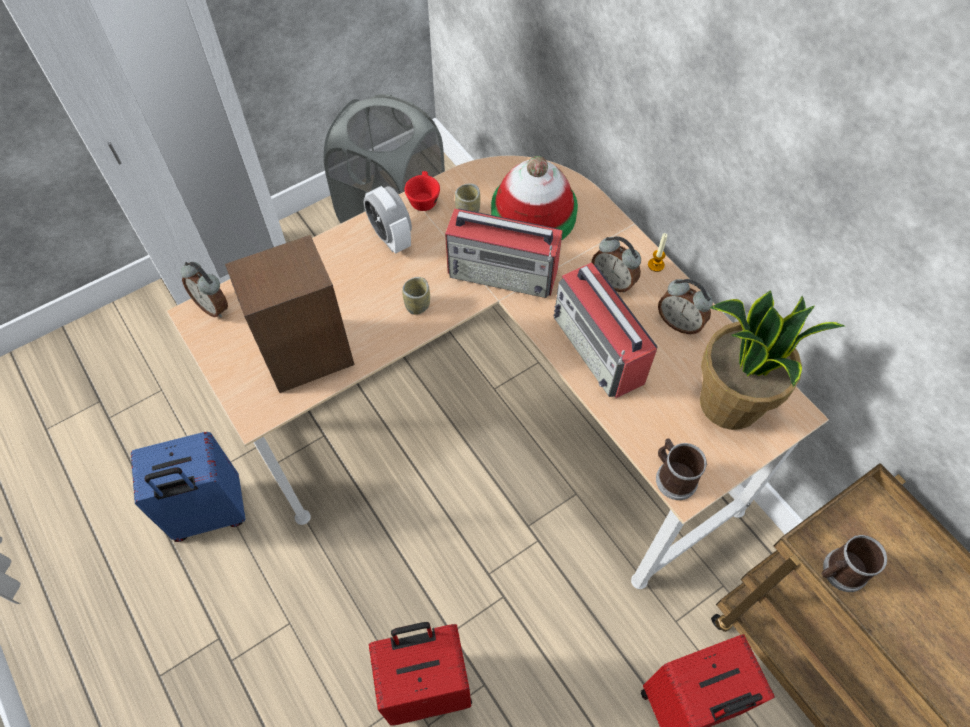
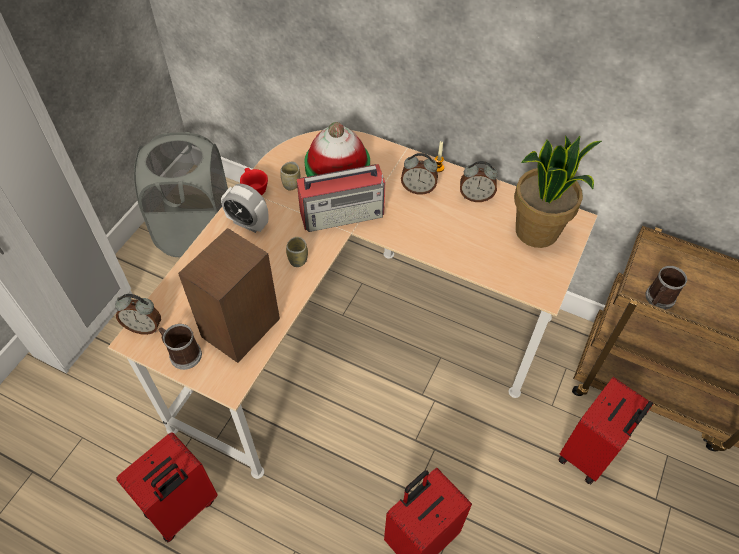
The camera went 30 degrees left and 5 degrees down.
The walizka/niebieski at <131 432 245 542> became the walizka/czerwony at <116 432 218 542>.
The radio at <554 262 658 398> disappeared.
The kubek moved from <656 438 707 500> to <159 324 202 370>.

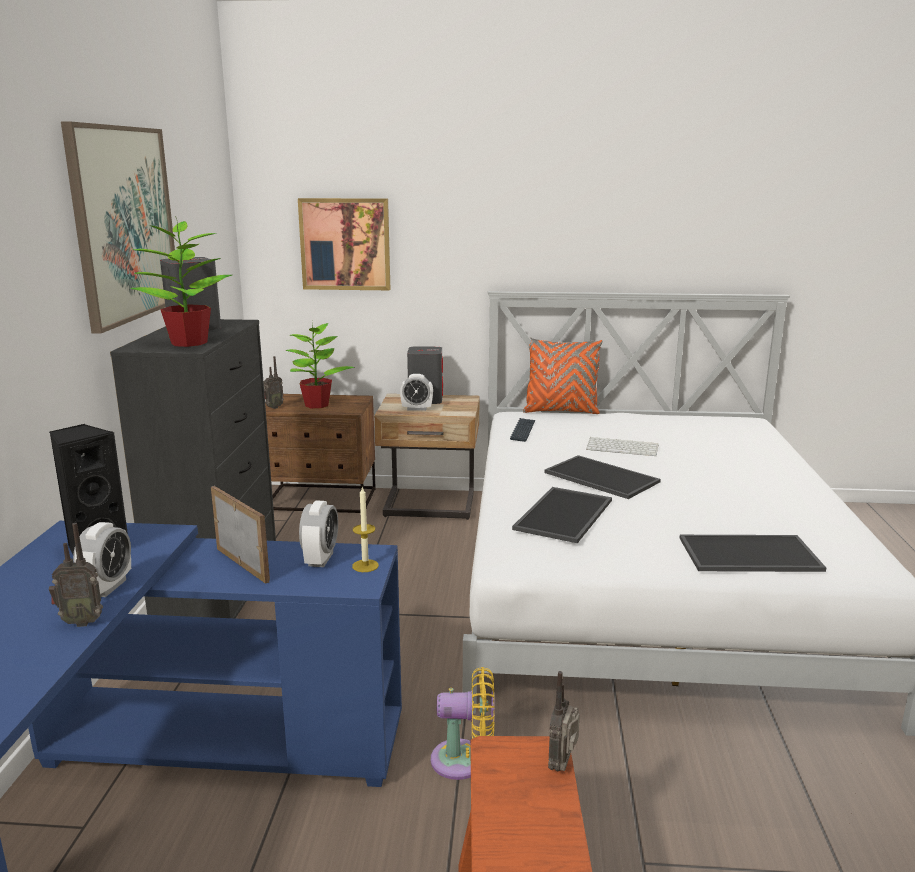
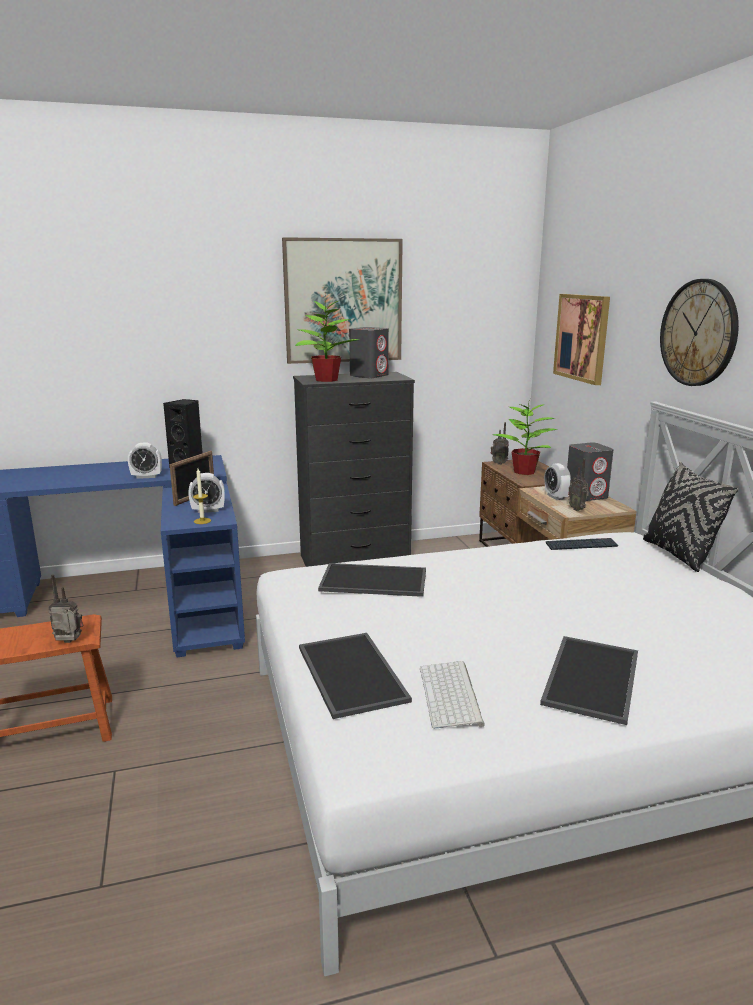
The camera went 70 degrees right and 0 degrees up.
The radio moved from <49 523 103 627> to <568 459 589 511>.
The wentylator/żółty at <431 667 495 780> disappeared.
The poduszka/pomarańczowy at <523 337 603 414> became the poduszka/czarny at <643 462 739 572>.
The taca moved from <544 455 661 499> to <540 636 638 725>.
The klawiatura moved from <586 437 659 456> to <420 661 485 729>.
The zegar ścienny at <660 279 739 386> appeared.

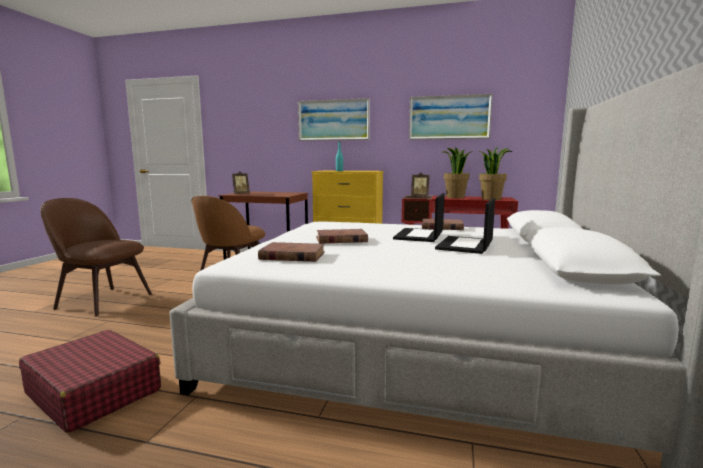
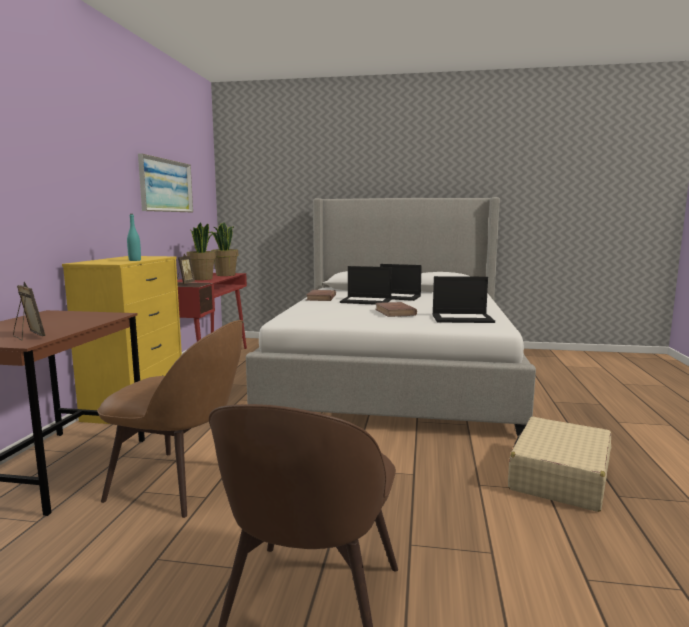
The camera went 95 degrees left and 0 degrees up.
The walizka/czerwony at <19 330 161 433> became the walizka/beżowy at <508 417 611 512>.
The książka/brązowy at <258 242 325 262> was replaced by the laptop at <432 276 495 323>.
The obraz at <298 98 370 141> disappeared.

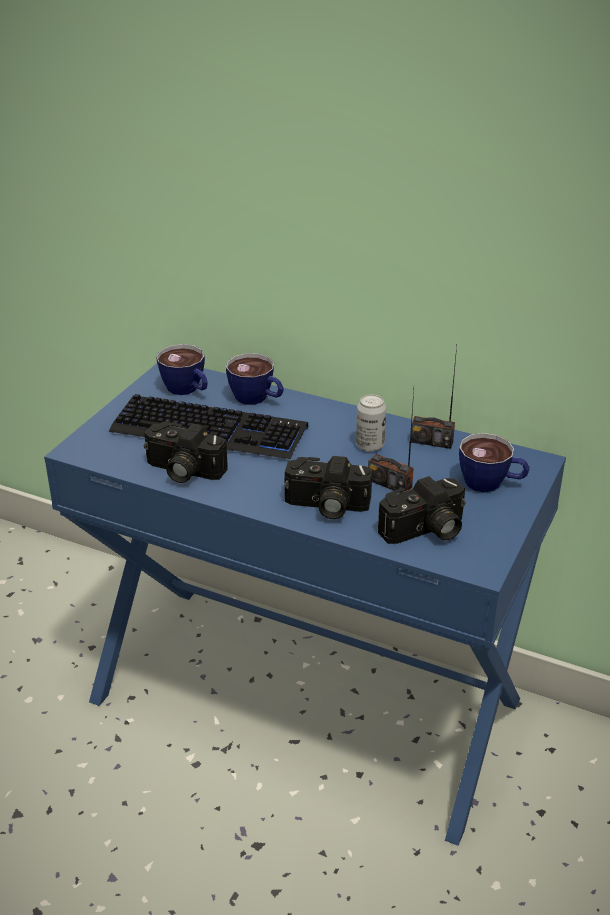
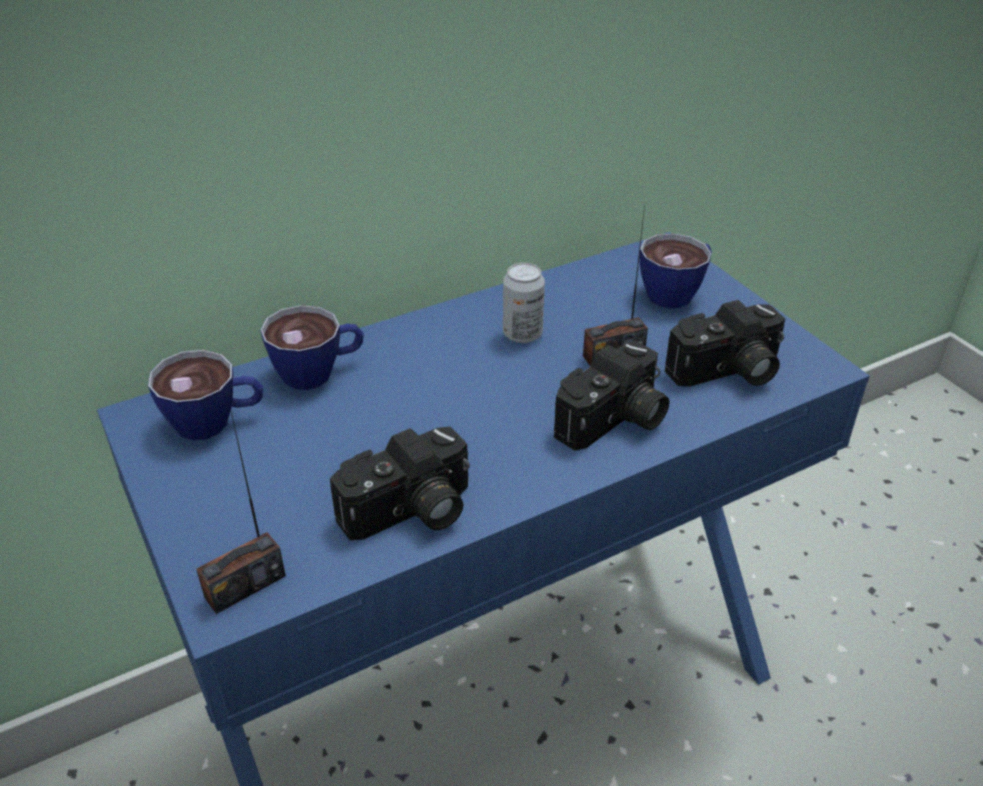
The camera went 55 degrees left and 5 degrees up.
The klawiatura at <109 394 308 459> disappeared.
The aparat fotograficzny at <378 476 466 544> turned 60 degrees clockwise.
The radio moved from <411 346 457 449> to <196 412 286 614>.

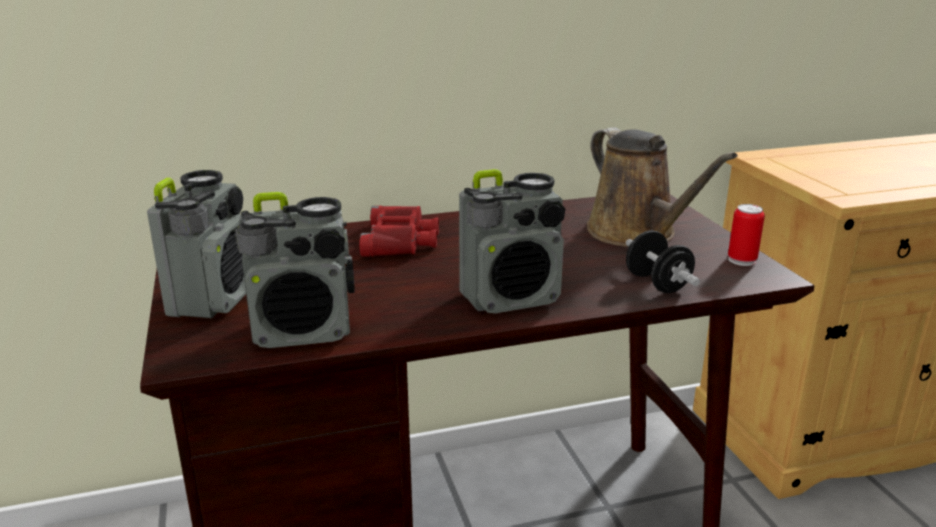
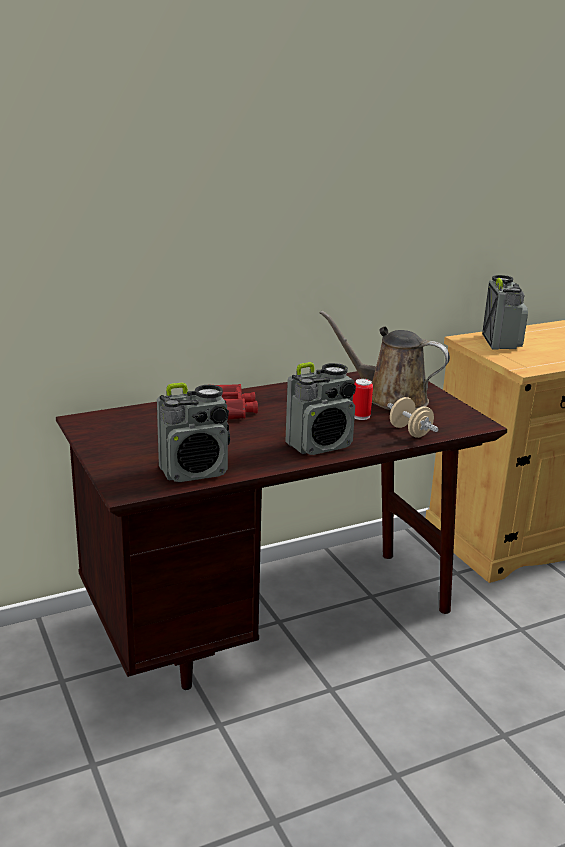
The camera went 10 degrees left and 0 degrees up.
The radio moved from <147 170 246 318> to <482 275 528 350>.
The konewka/brązowy at <587 127 737 247> turned 150 degrees clockwise.
The hantel/czarny at <626 230 700 293> became the hantel/beżowy at <387 397 439 438>.
The puszka moved from <728 204 765 266> to <353 379 373 420>.

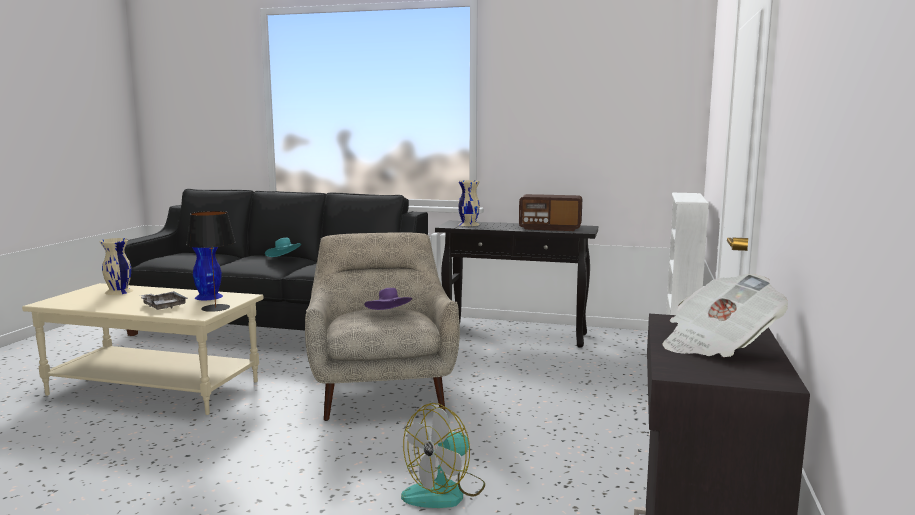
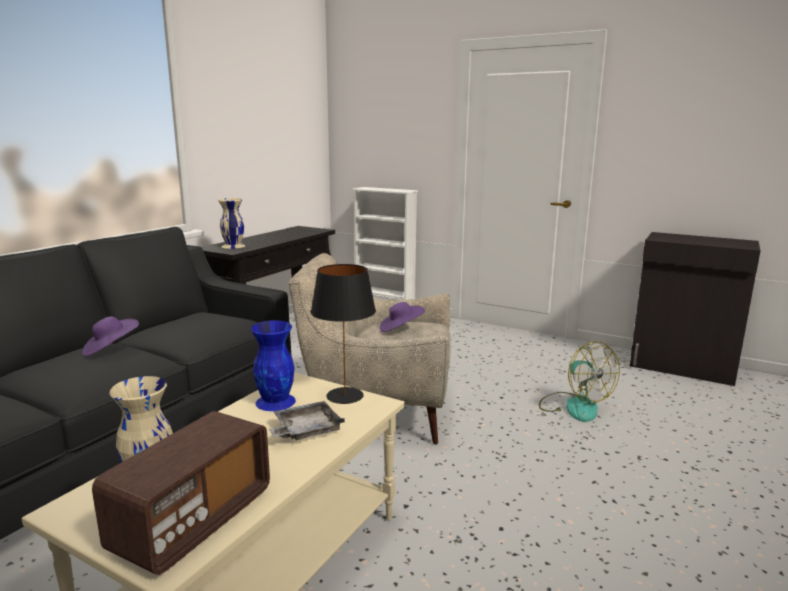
The camera went 75 degrees left and 5 degrees up.
The kapelusz/turkusowy at <265 238 301 257> became the kapelusz/fioletowy at <82 316 139 356>.
The radio moved from <519 194 582 231> to <92 411 270 575>.
The gazeta at <662 274 788 357> disappeared.

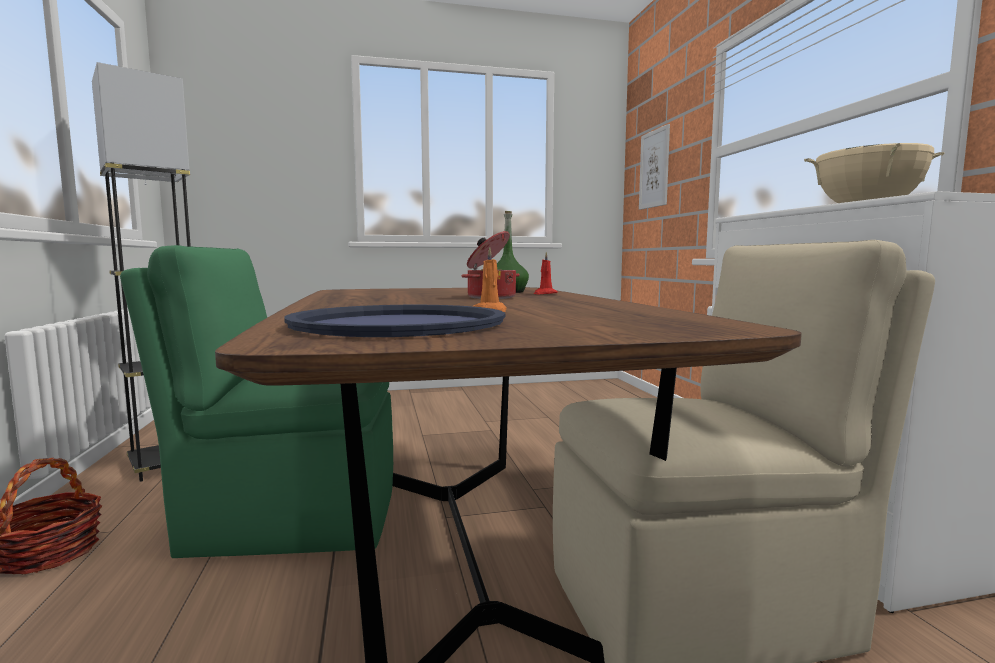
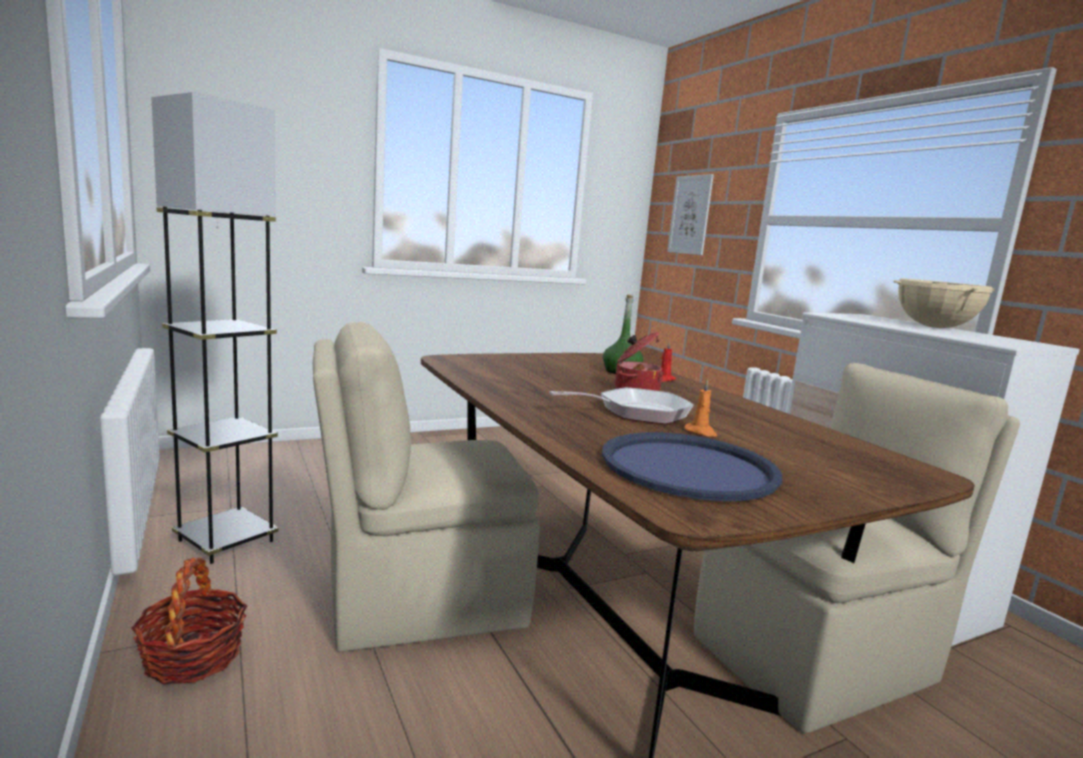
The camera went 15 degrees left and 5 degrees up.
The krzesło/zielony at <120 245 393 558> became the krzesło/beżowy at <313 322 540 652>.
The patelnia at <549 387 694 424> appeared.

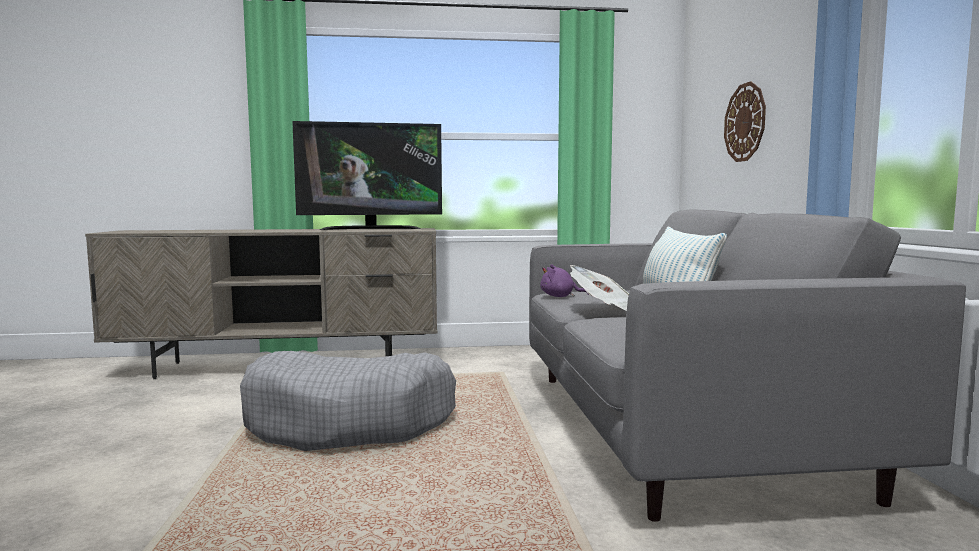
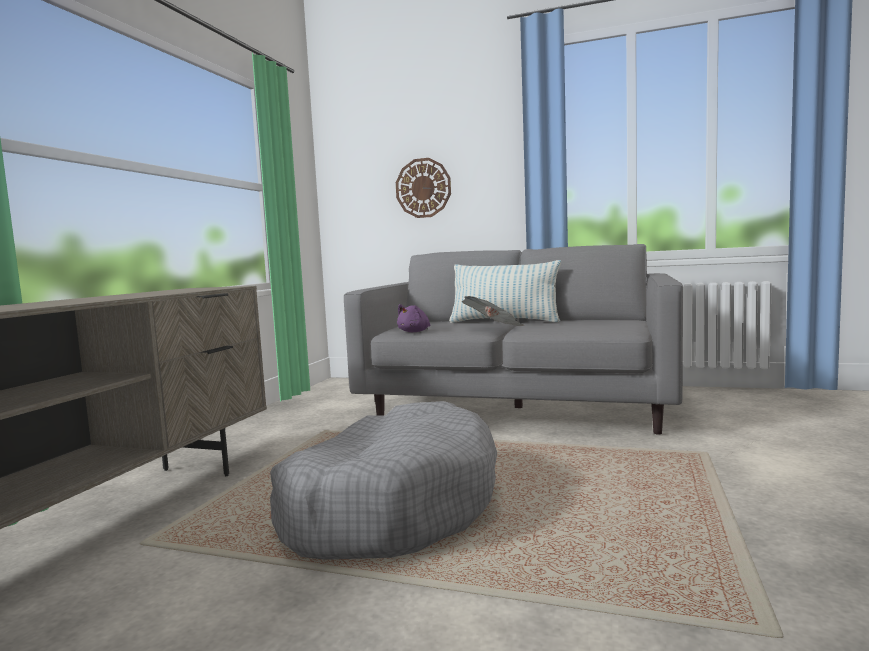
The camera went 65 degrees left and 0 degrees up.
The telewizor at <292 121 442 230> disappeared.

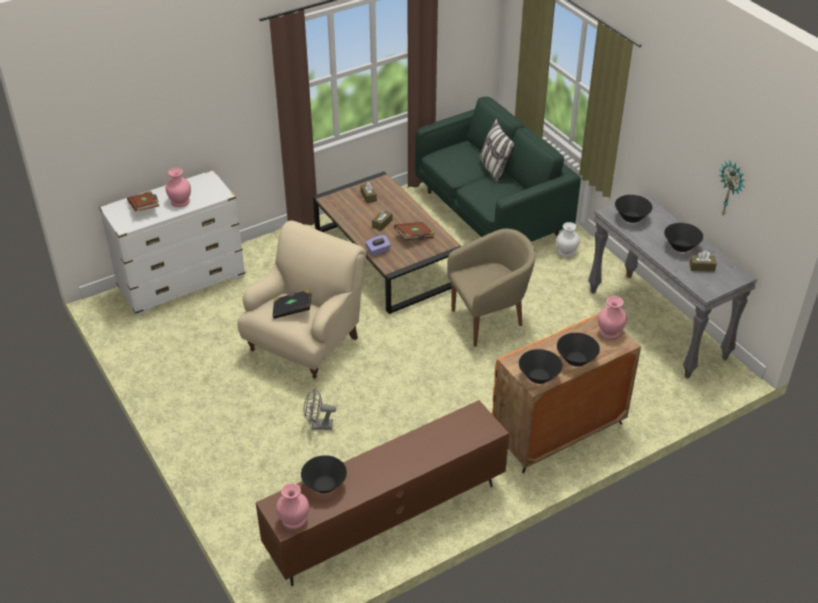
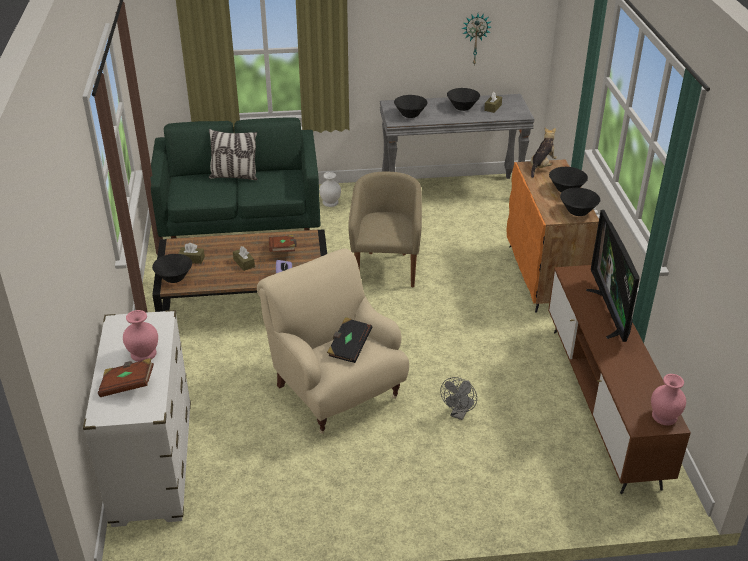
The camera went 65 degrees left and 5 degrees down.
The miska/czarny moved from <301 455 347 493> to <152 254 192 283>.
The wazon/różowy at <598 296 627 340> was replaced by the pluszak at <531 128 557 178>.
The telewizor at <586 210 640 342> appeared.

